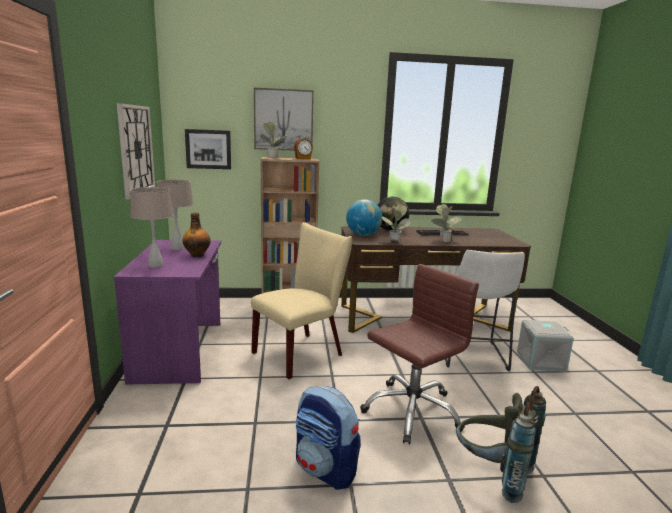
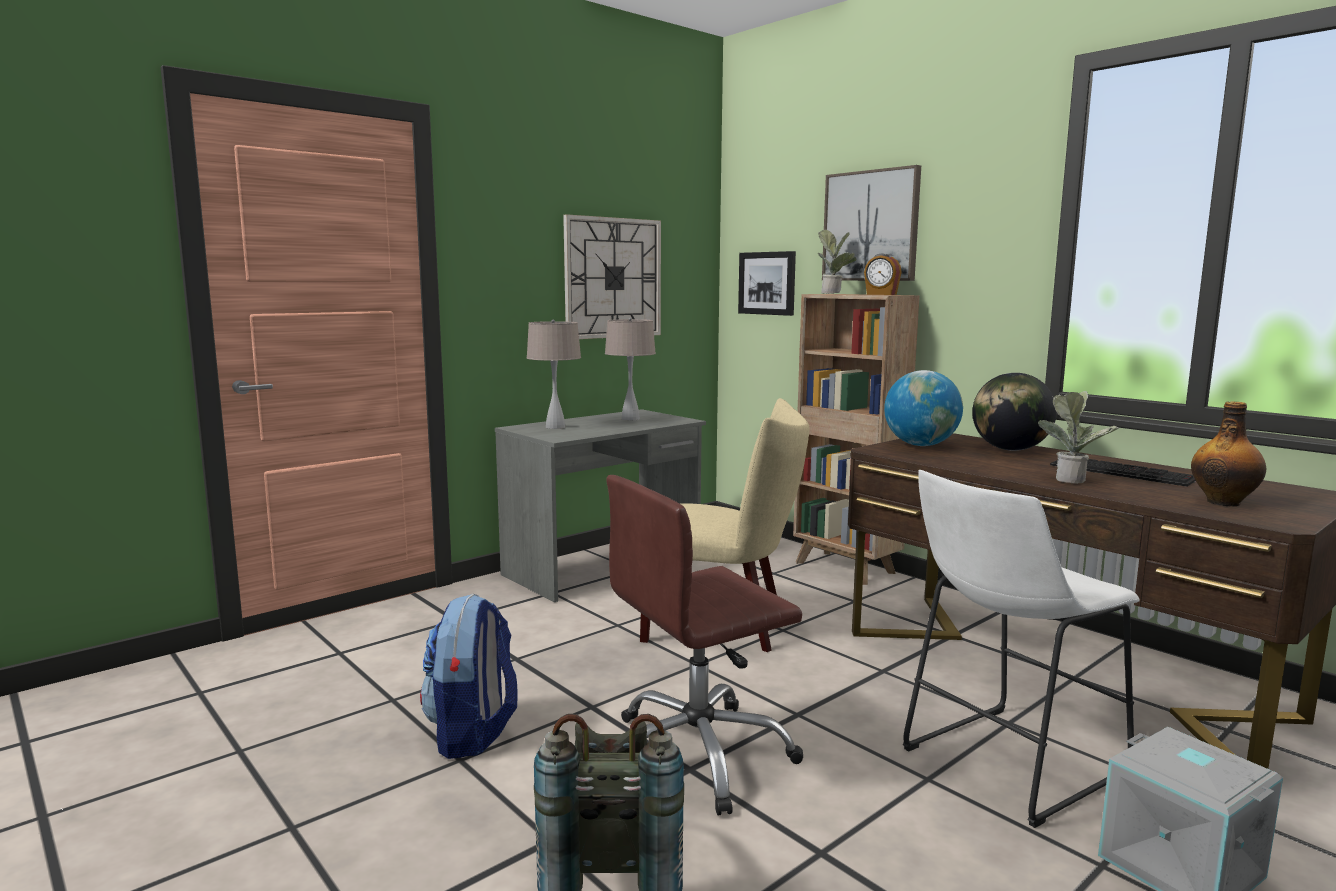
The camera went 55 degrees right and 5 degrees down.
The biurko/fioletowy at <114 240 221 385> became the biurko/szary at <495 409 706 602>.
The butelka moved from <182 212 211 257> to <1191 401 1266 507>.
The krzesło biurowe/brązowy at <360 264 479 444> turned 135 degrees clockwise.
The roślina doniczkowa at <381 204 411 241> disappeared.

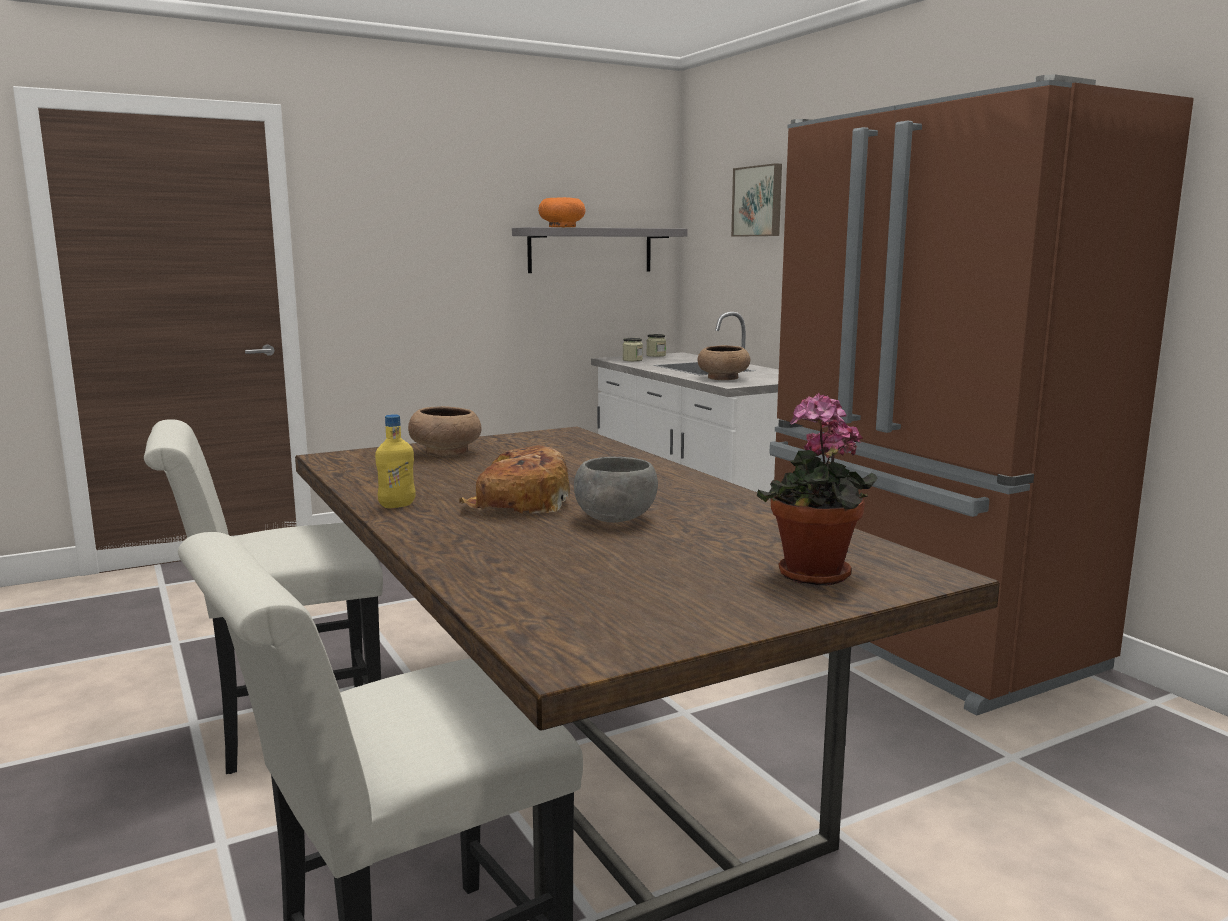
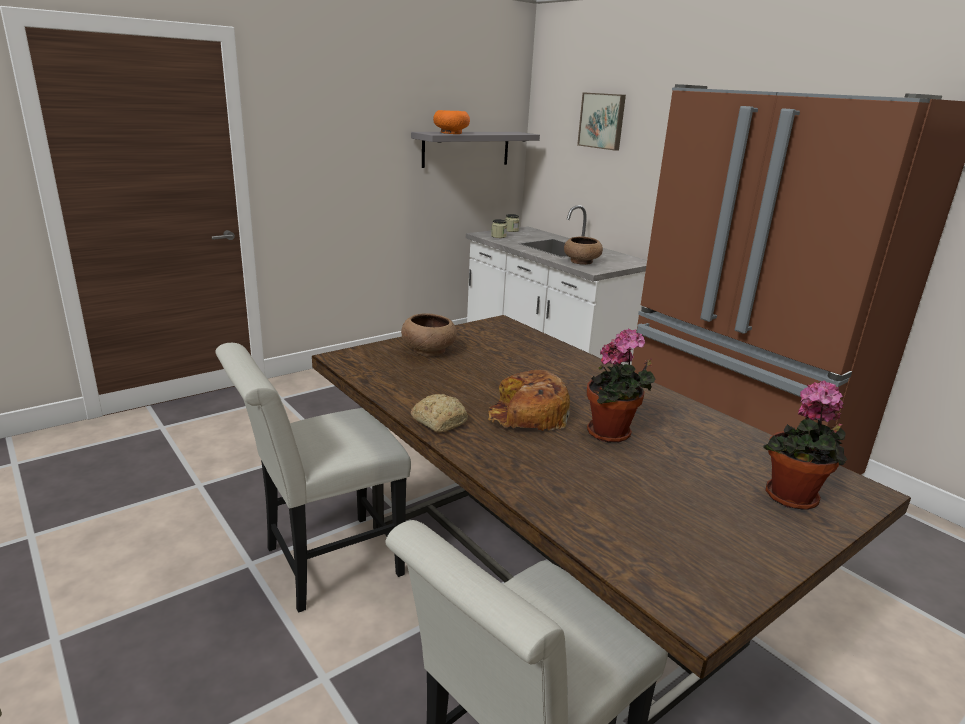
The camera went 10 degrees left and 10 degrees up.
The butelka/żółty at <375 414 416 508> was replaced by the chleb at <411 394 468 433>.
The miska/szary at <574 457 658 523> was replaced by the roślina doniczkowa at <587 329 655 443>.

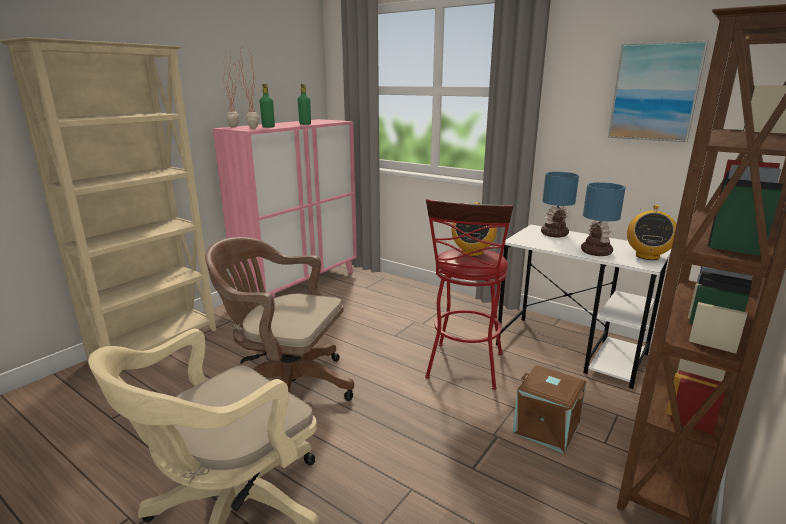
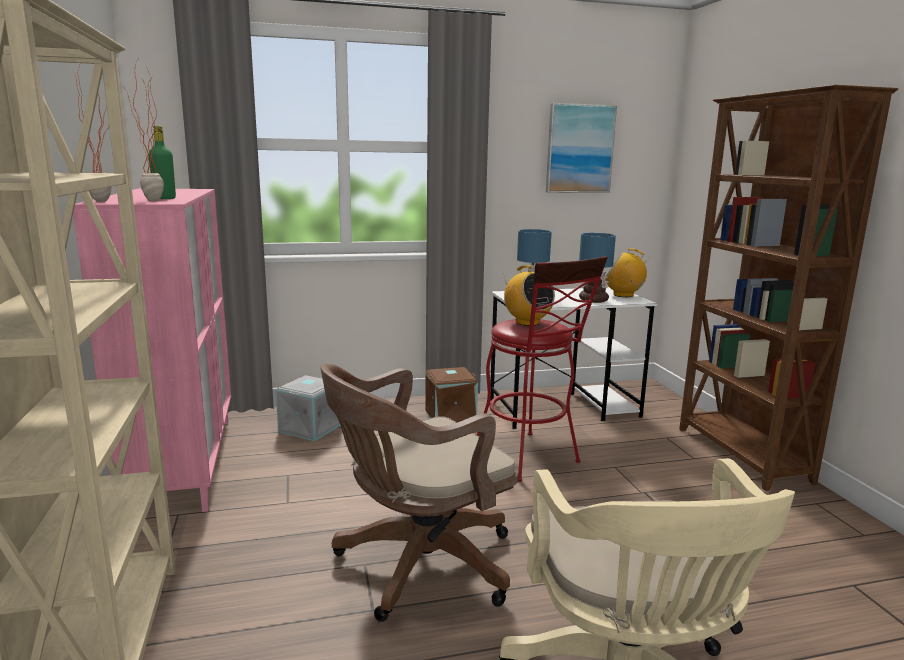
The camera went 50 degrees left and 5 degrees down.
The butelka/zielony at <298 84 311 125> disappeared.
The pojemnik do przechowywania/brązowy moved from <513 365 586 454> to <425 367 478 423>.
The radio at <627 205 677 260> turned 135 degrees clockwise.
The pojemnik do przechowywania/szary at <276 375 341 441> appeared.

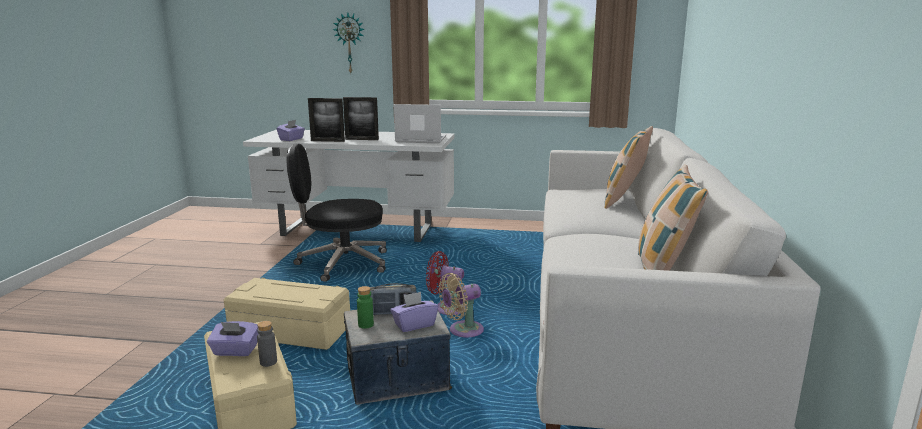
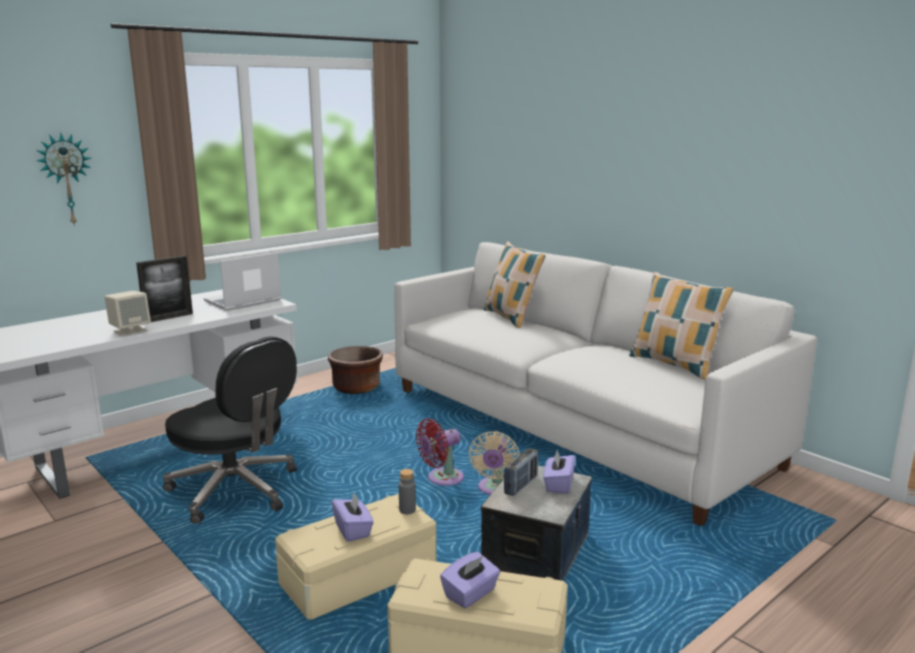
The camera went 50 degrees left and 0 degrees up.
The butelka/szary moved from <257 321 277 367> to <399 469 416 515>.
The pudełko chusteczek/fioletowy moved from <277 120 305 141> to <332 492 374 542>.
The krzesło biurowe/czarny at <287 144 387 282> turned 90 degrees counterclockwise.
The ramka na zdjęcie at <308 98 345 142> was replaced by the głośnik/beżowy at <104 291 151 336>.
The butelka/zielony at <357 286 374 329> disappeared.
The donica/brązowy at <328 346 383 394> appeared.

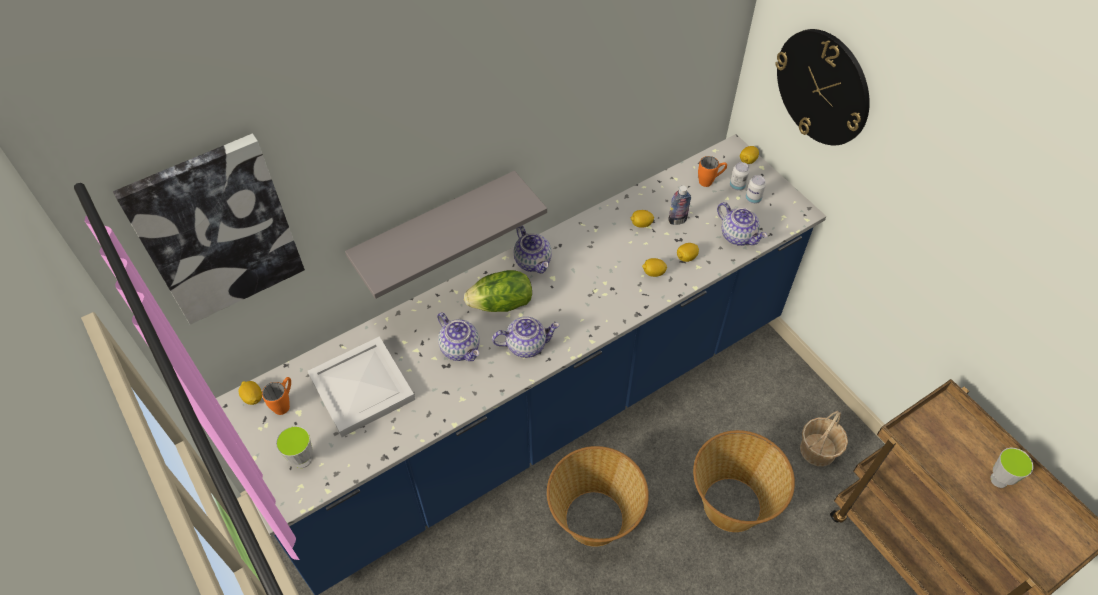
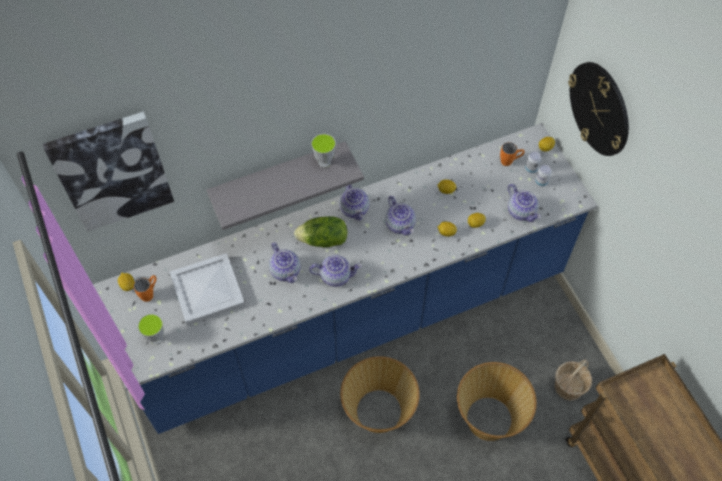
The camera went 10 degrees right and 5 degrees up.
The butelka at <668 186 691 225> disappeared.
The filiżanka moved from <990 448 1033 488> to <311 134 336 168>.
The imbryk at <385 196 416 236> appeared.

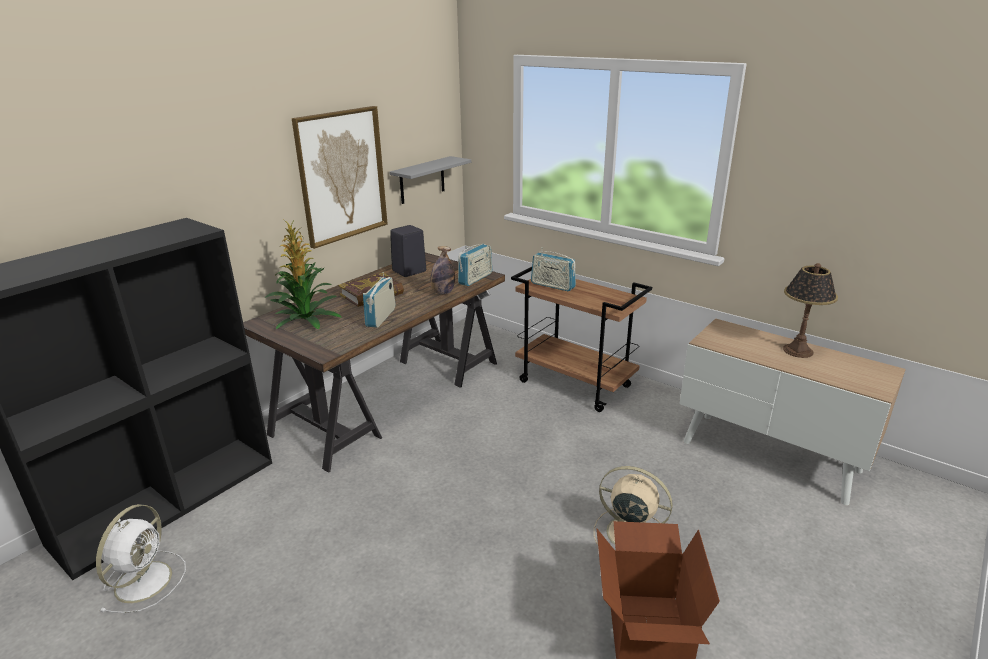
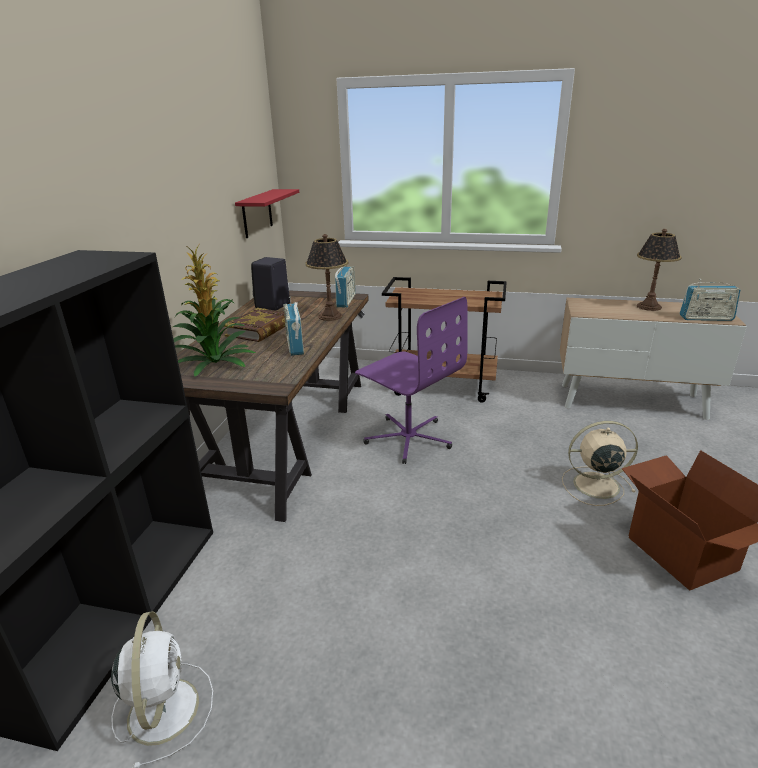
The camera went 25 degrees left and 0 degrees up.
The obraz at <292 106 388 249> disappeared.
The półka/szary at <389 156 471 204> became the półka/czerwony at <235 189 299 238>.
The butelka at <430 246 455 295> was replaced by the lampa stołowa at <306 234 349 321>.
The radio moved from <531 247 576 291> to <679 279 740 321>.
The krzesło biurowe/fioletowy at <355 297 468 464> appeared.

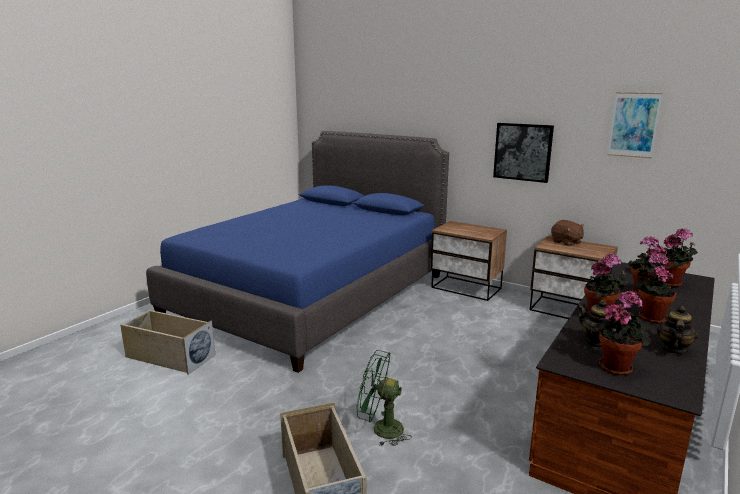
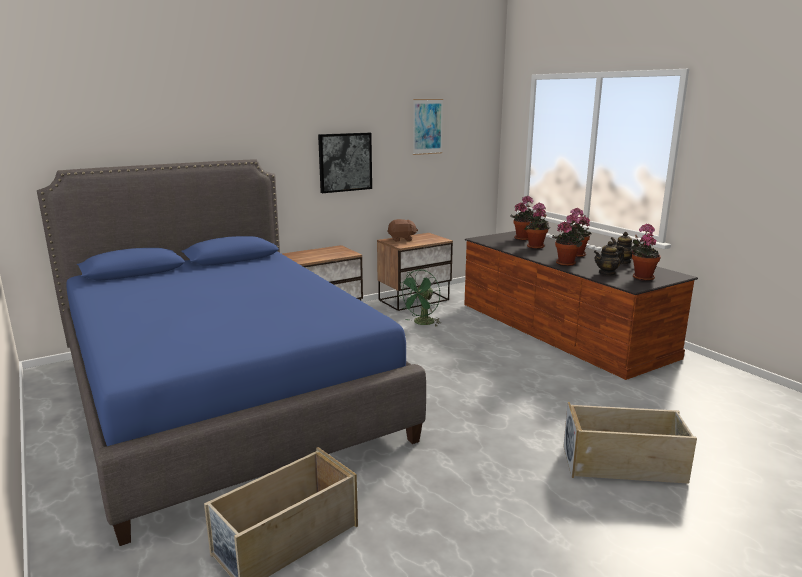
The camera went 65 degrees left and 0 degrees up.
The wentylator/zielony moved from <357 350 412 446> to <401 270 441 327>.

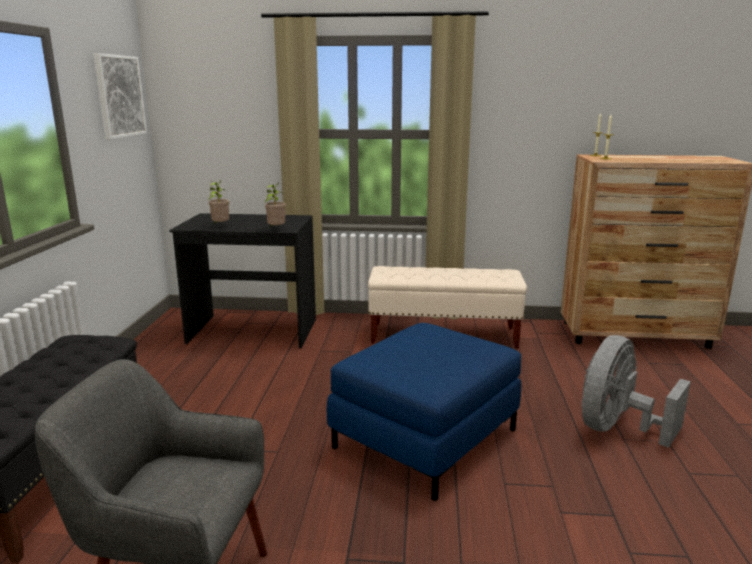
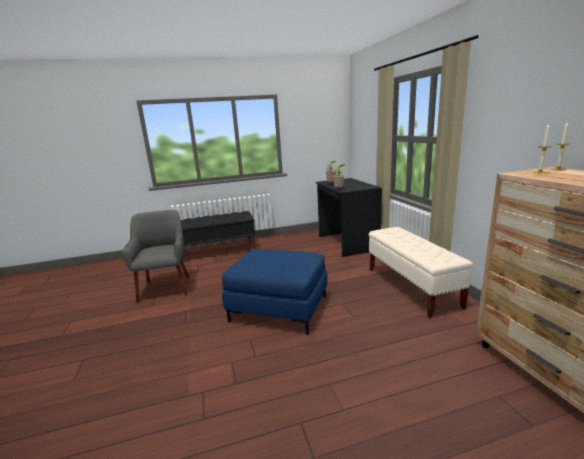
The camera went 70 degrees right and 0 degrees up.
The obraz at <93 53 147 140> disappeared.
The wentylator/szary at <582 335 691 448> disappeared.

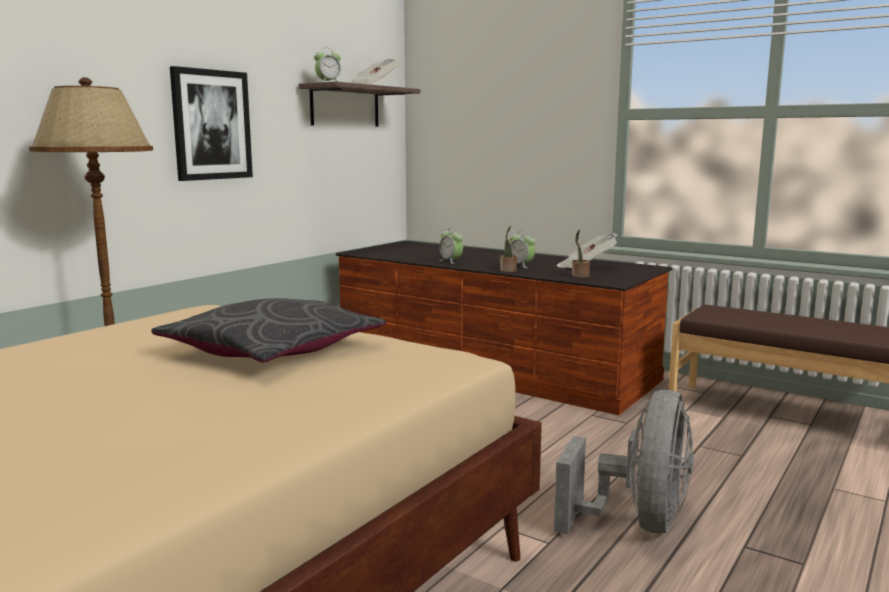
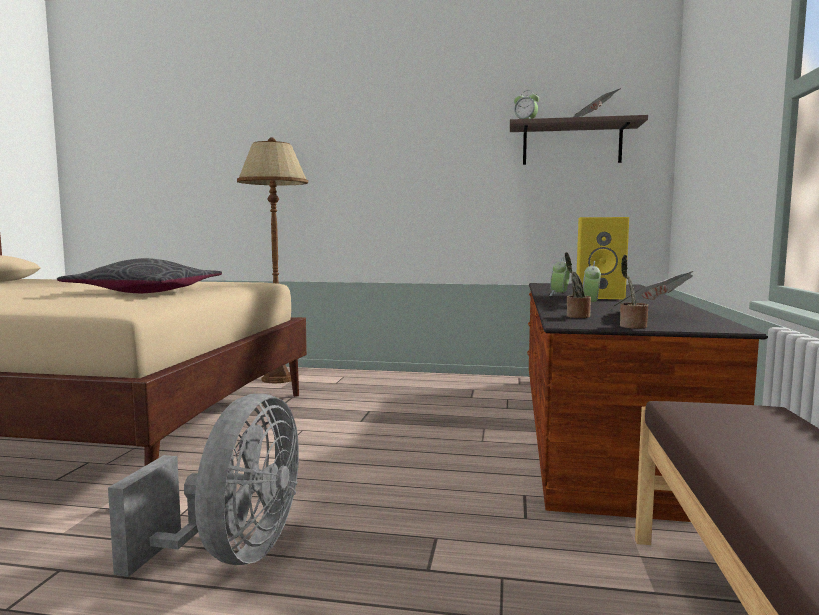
The camera went 65 degrees right and 5 degrees down.
The obraz at <170 66 253 181> disappeared.
The roślina doniczkowa moved from <500 226 517 272> to <620 255 648 329>.
The wentylator/szary at <554 390 694 534> turned 75 degrees counterclockwise.
The głośnik/żółty at <577 217 629 299> appeared.

